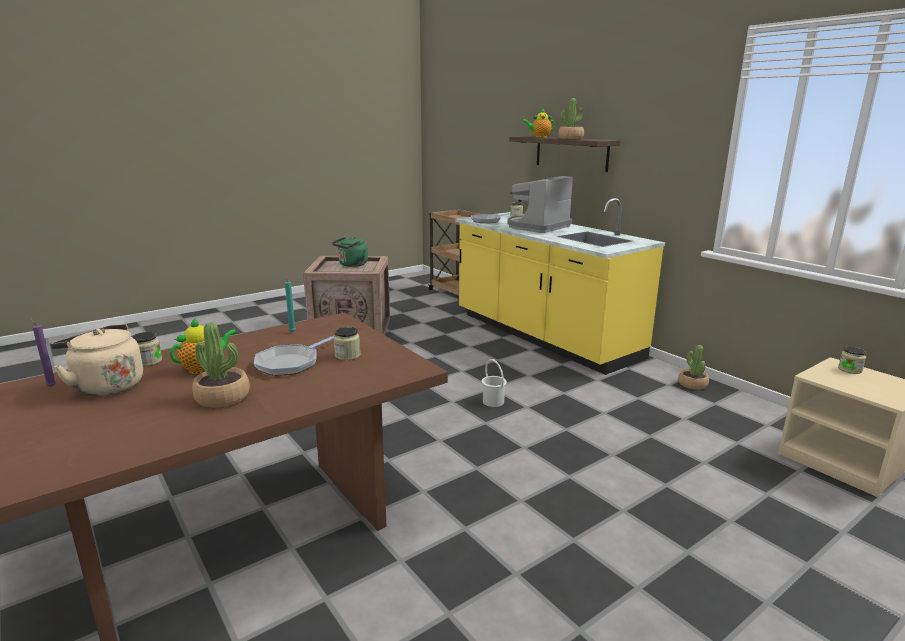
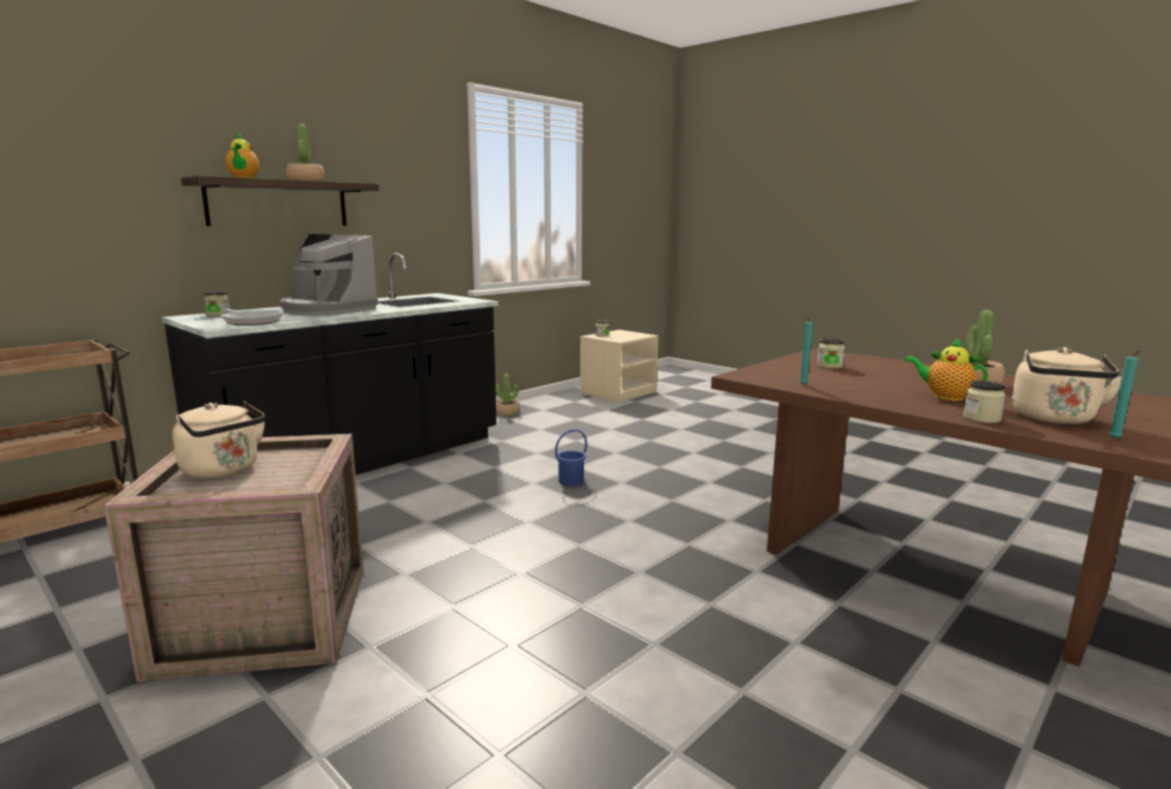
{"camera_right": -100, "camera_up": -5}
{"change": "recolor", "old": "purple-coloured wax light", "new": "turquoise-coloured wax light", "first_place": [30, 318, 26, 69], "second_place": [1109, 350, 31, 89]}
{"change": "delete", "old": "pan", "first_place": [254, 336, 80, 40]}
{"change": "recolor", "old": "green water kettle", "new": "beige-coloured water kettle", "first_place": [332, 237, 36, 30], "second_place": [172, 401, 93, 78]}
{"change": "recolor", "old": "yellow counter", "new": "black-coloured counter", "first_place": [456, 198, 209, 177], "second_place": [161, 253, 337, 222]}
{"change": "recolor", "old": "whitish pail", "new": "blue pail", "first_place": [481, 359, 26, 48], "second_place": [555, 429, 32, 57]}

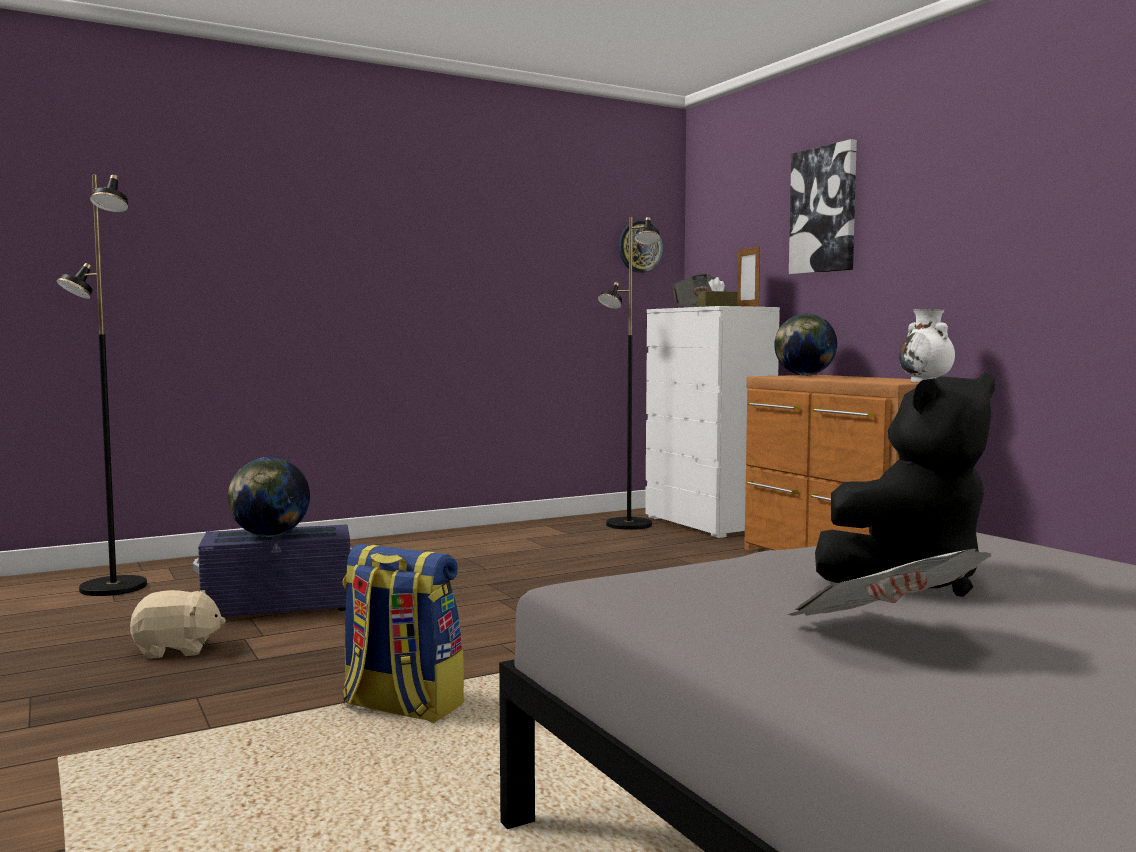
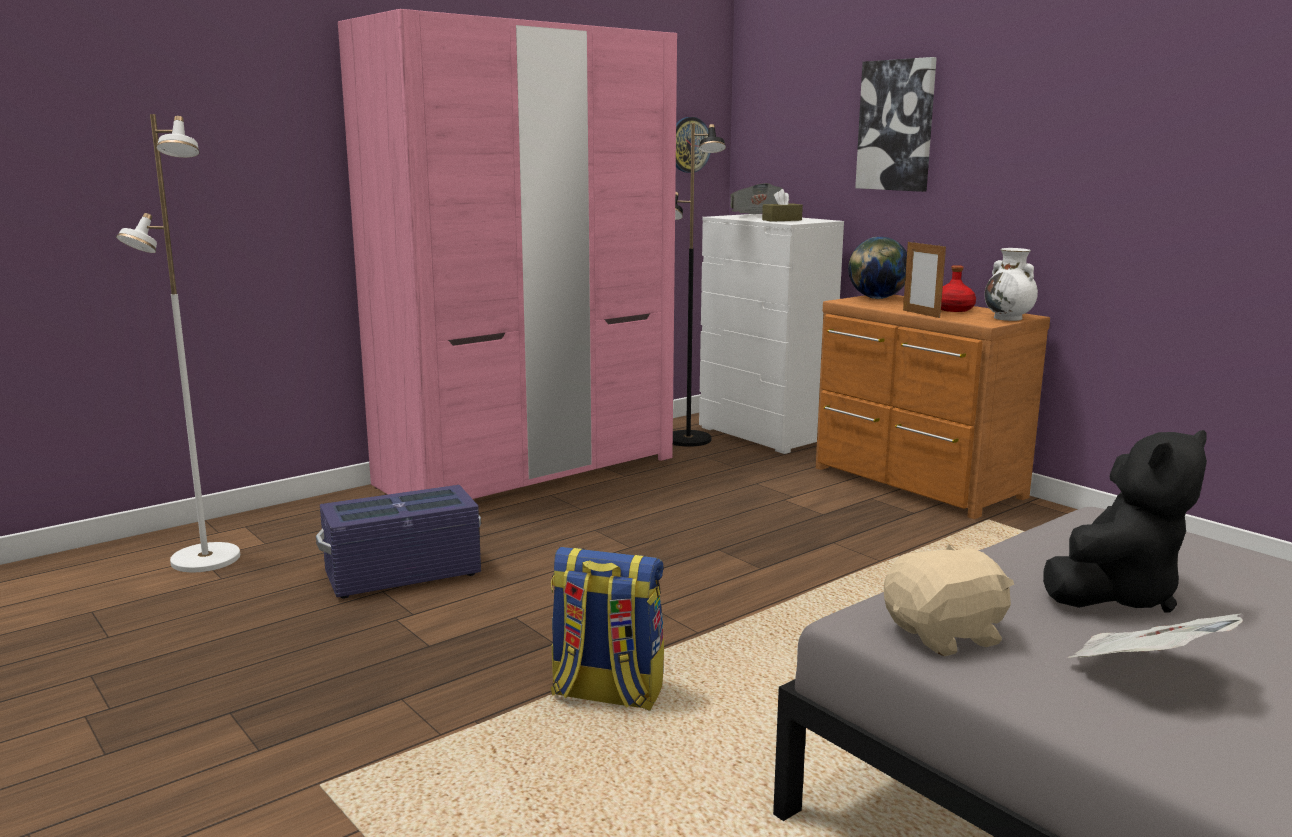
{"camera_right": -10, "camera_up": 10}
{"change": "recolor", "old": "black-coloured floor lamp", "new": "whitish floor lamp", "first_place": [56, 175, 91, 421], "second_place": [116, 114, 124, 458]}
{"change": "move", "old": "beige-coloured cuddly toy", "first_place": [130, 590, 96, 69], "second_place": [884, 543, 130, 114]}
{"change": "delete", "old": "desk globe", "first_place": [228, 457, 82, 80]}
{"change": "move", "old": "photo frame", "first_place": [737, 245, 23, 62], "second_place": [903, 240, 43, 78]}
{"change": "insert", "new": "pink wardrobe", "second_place": [338, 9, 339, 490]}
{"change": "insert", "new": "reddish beverage bottle", "second_place": [941, 265, 35, 47]}

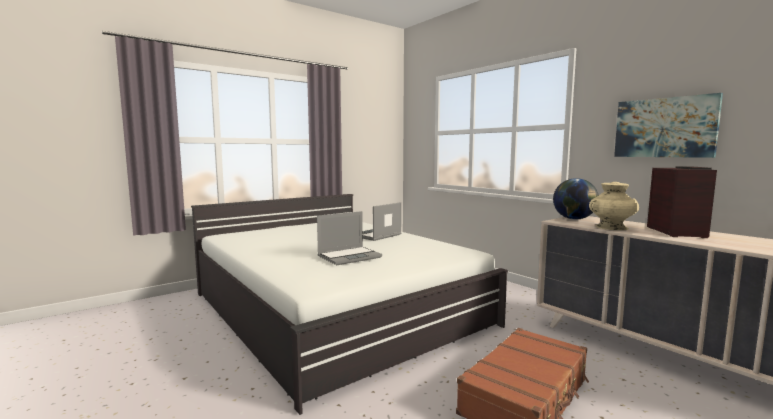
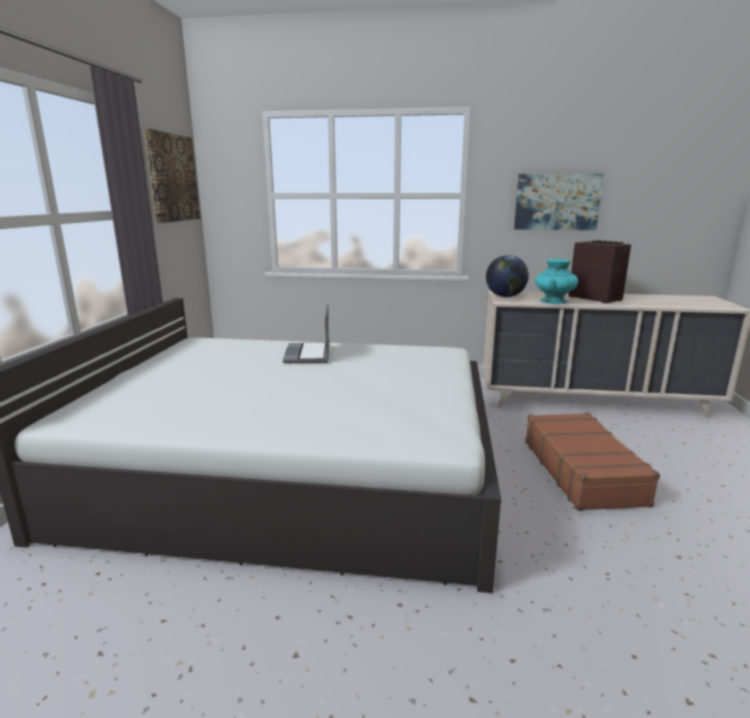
{"camera_right": -45, "camera_up": 10}
{"change": "delete", "old": "notebook computer", "first_place": [317, 211, 65, 54]}
{"change": "recolor", "old": "beige-coloured vase", "new": "turquoise-coloured vase", "first_place": [589, 182, 50, 48], "second_place": [535, 258, 43, 46]}
{"change": "insert", "new": "wall picture", "second_place": [144, 129, 56, 94]}

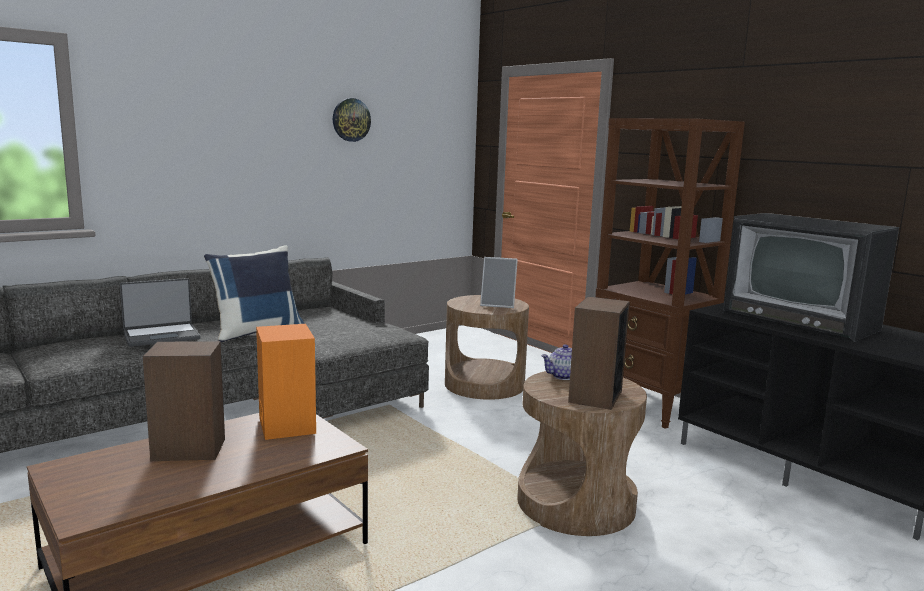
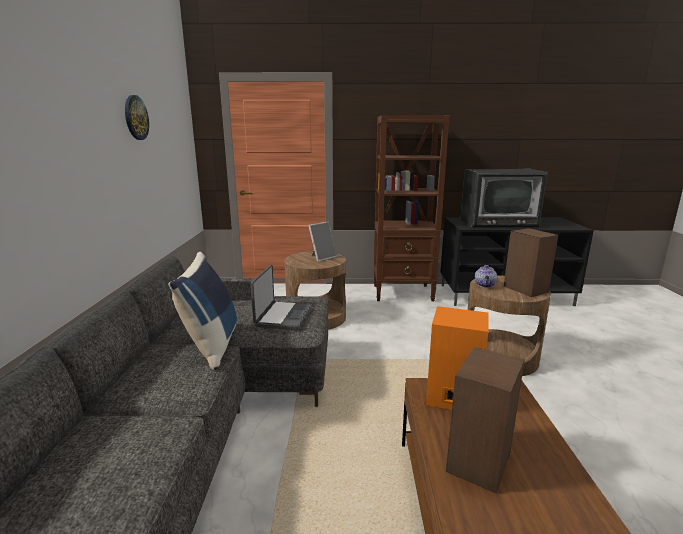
{"camera_right": -50, "camera_up": 5}
{"change": "move", "old": "notebook computer", "first_place": [120, 278, 80, 69], "second_place": [251, 265, 61, 65]}

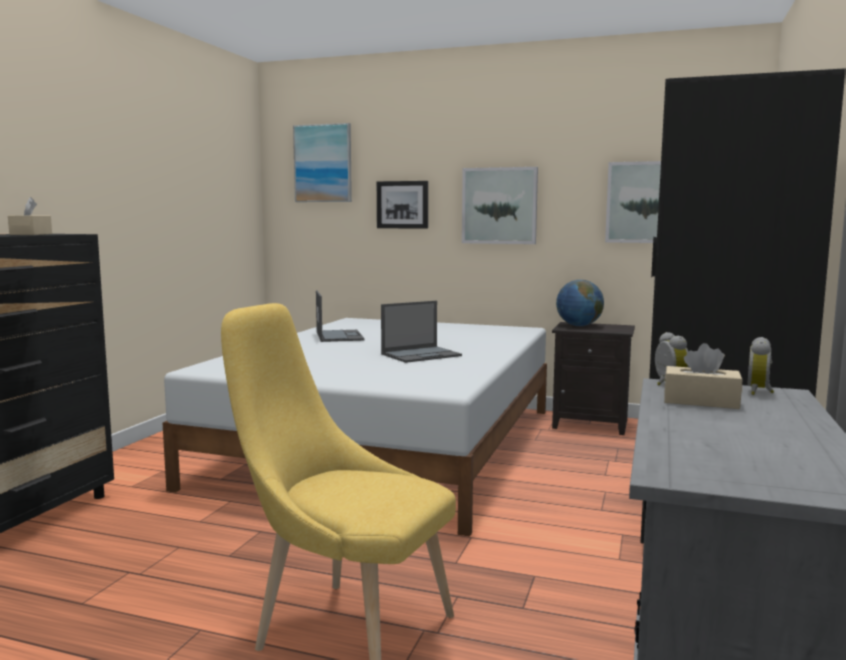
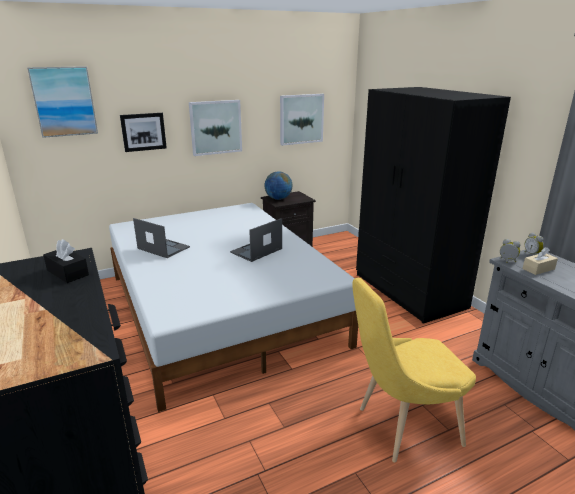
{"camera_right": -45, "camera_up": 15}
{"change": "recolor", "old": "beige-coloured tissue holder", "new": "black-coloured tissue holder", "first_place": [8, 197, 44, 38], "second_place": [43, 239, 46, 44]}
{"change": "rotate", "old": "notebook computer", "first_place": [381, 301, 81, 62], "second_place": [230, 218, 52, 44], "degrees": -150}

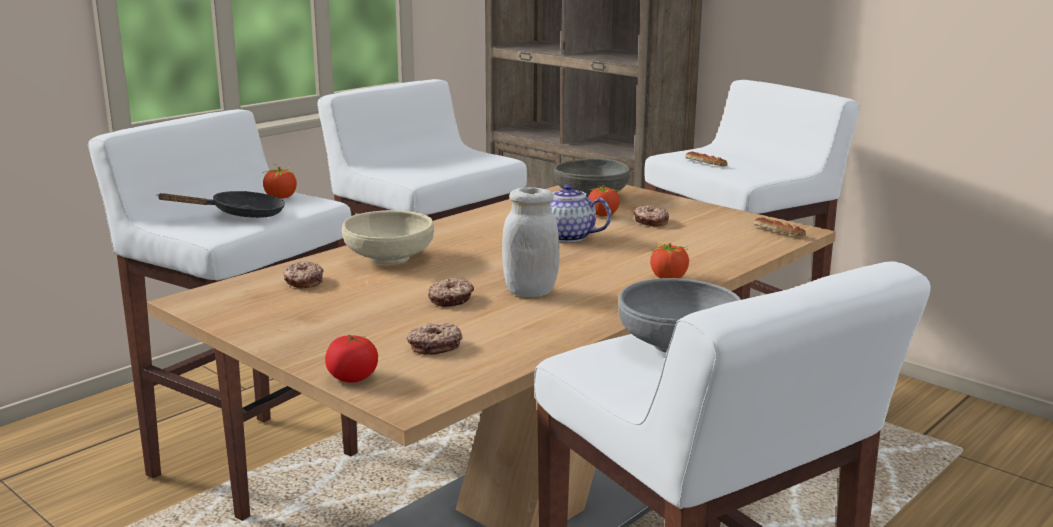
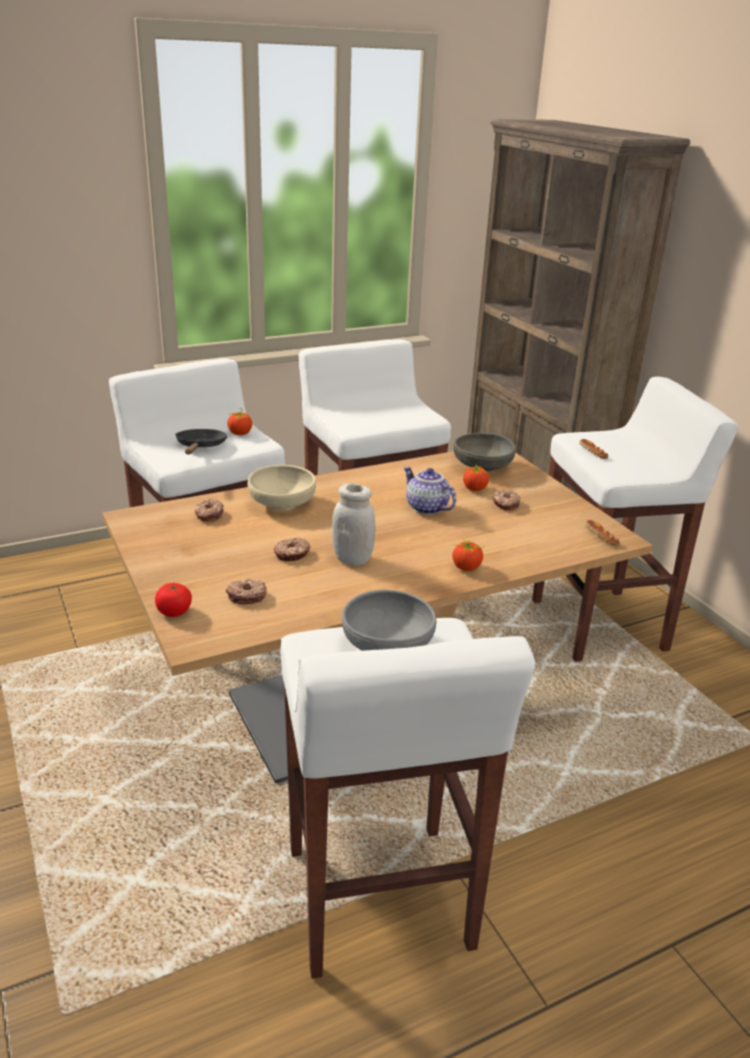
{"camera_right": 20, "camera_up": 10}
{"change": "rotate", "old": "black-coloured pan", "first_place": [156, 191, 129, 27], "second_place": [175, 429, 52, 25], "degrees": -90}

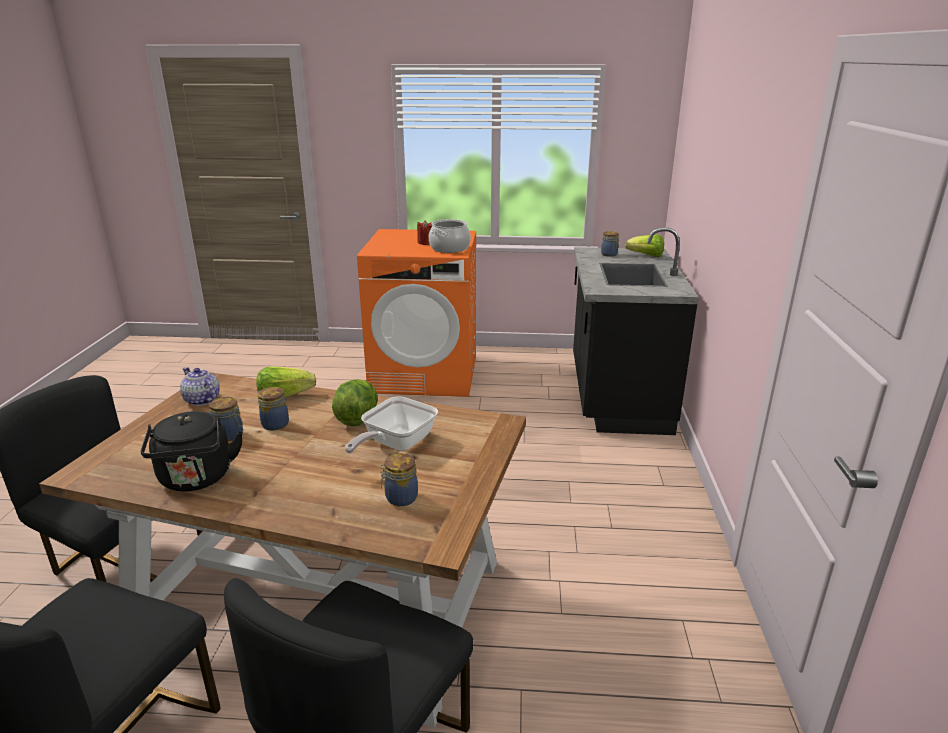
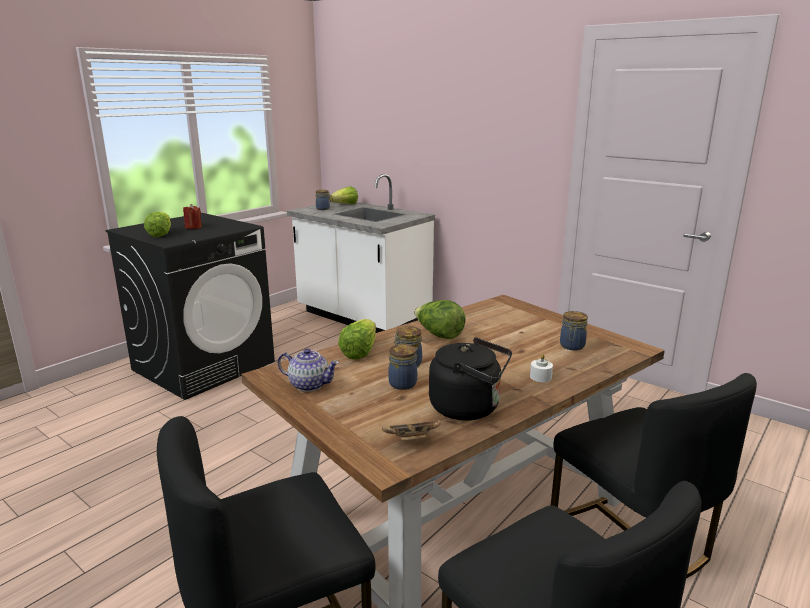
{"camera_right": -55, "camera_up": -5}
{"change": "rotate", "old": "teapot", "first_place": [180, 367, 40, 39], "second_place": [278, 348, 61, 44], "degrees": -150}
{"change": "delete", "old": "pan", "first_place": [345, 397, 93, 56]}
{"change": "recolor", "old": "orangey washing machine", "new": "black-coloured washing machine", "first_place": [357, 229, 119, 168], "second_place": [105, 213, 170, 187]}
{"change": "delete", "old": "cooking pot", "first_place": [429, 219, 42, 34]}
{"change": "recolor", "old": "black-coloured counter", "new": "whitish counter", "first_place": [573, 227, 126, 208], "second_place": [287, 174, 148, 159]}
{"change": "insert", "new": "head of lettuce", "second_place": [144, 212, 27, 25]}
{"change": "insert", "new": "bowl", "second_place": [382, 420, 59, 21]}
{"change": "insert", "new": "whitish wax light", "second_place": [530, 354, 23, 28]}

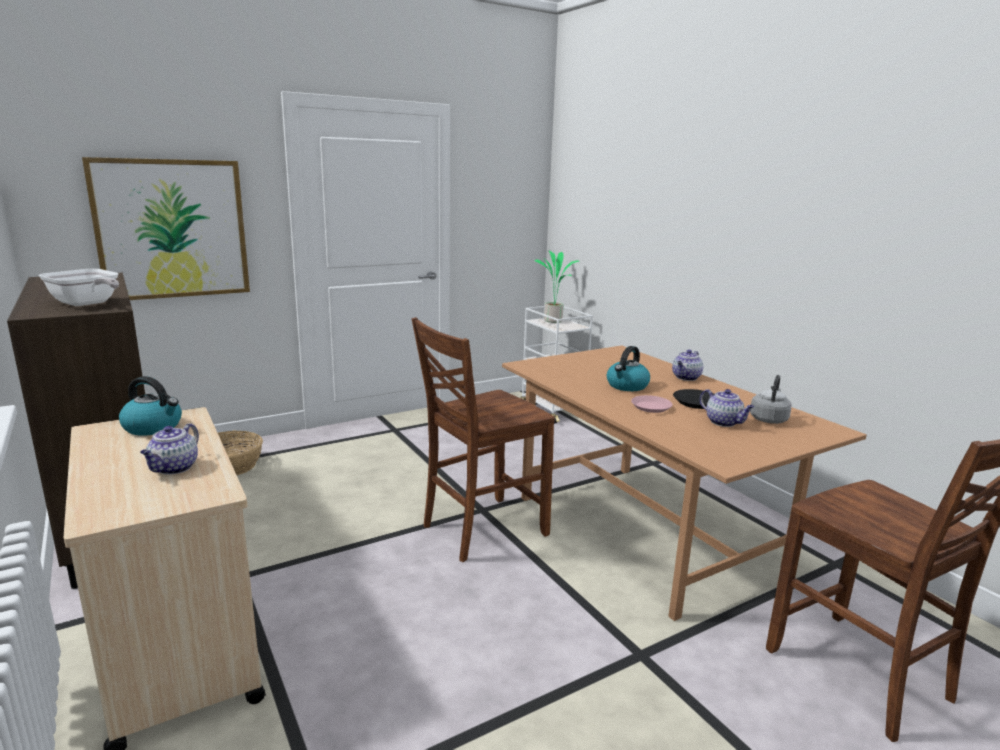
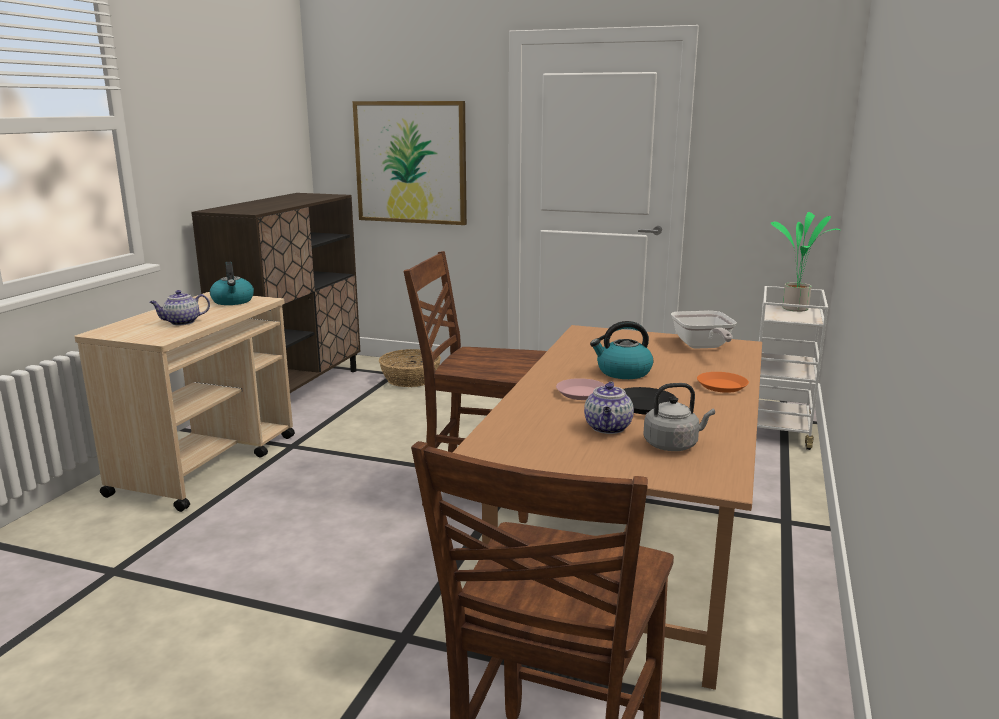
{"camera_right": 50, "camera_up": 0}
{"change": "move", "old": "pan", "first_place": [39, 269, 80, 37], "second_place": [671, 311, 66, 38]}
{"change": "replace", "old": "teapot", "new": "orangey flat dish", "first_place": [672, 350, 31, 31], "second_place": [697, 372, 52, 21]}

